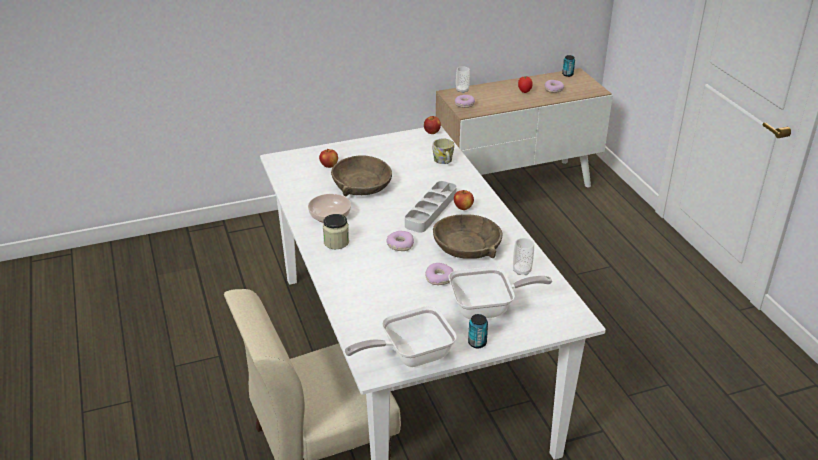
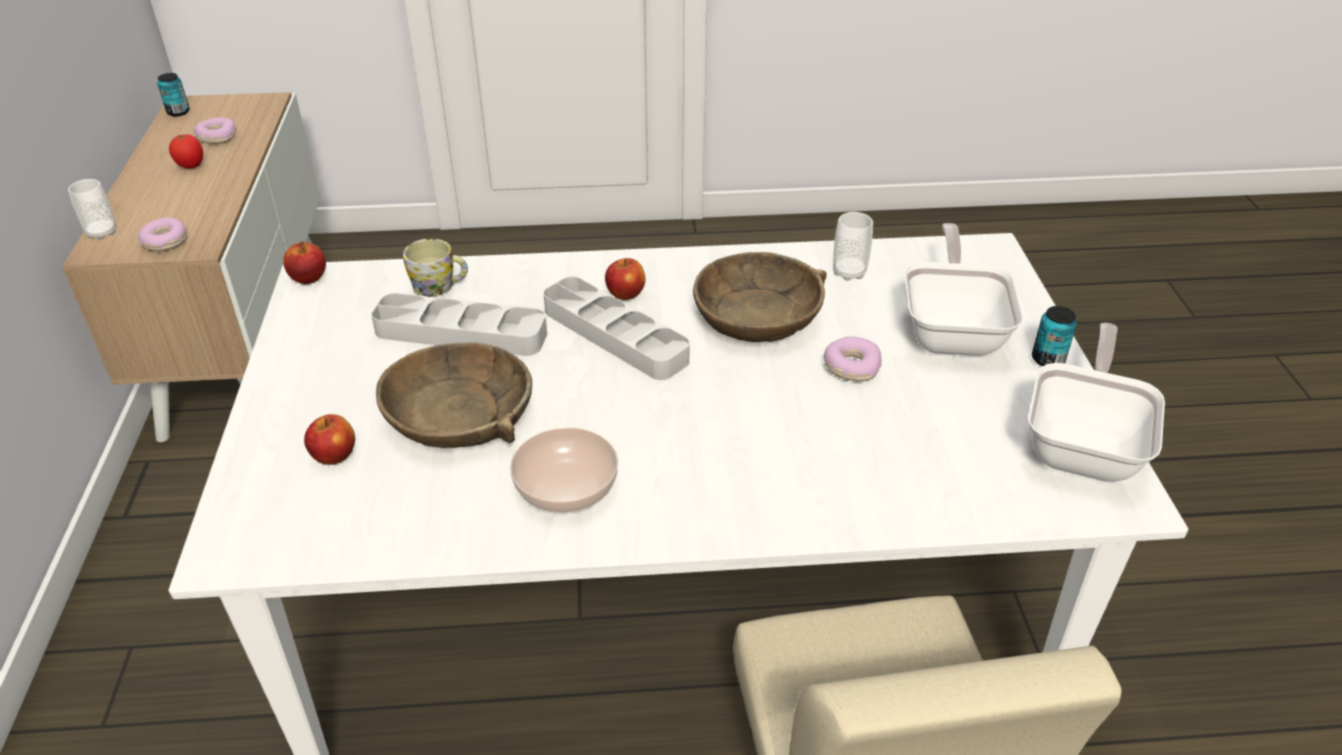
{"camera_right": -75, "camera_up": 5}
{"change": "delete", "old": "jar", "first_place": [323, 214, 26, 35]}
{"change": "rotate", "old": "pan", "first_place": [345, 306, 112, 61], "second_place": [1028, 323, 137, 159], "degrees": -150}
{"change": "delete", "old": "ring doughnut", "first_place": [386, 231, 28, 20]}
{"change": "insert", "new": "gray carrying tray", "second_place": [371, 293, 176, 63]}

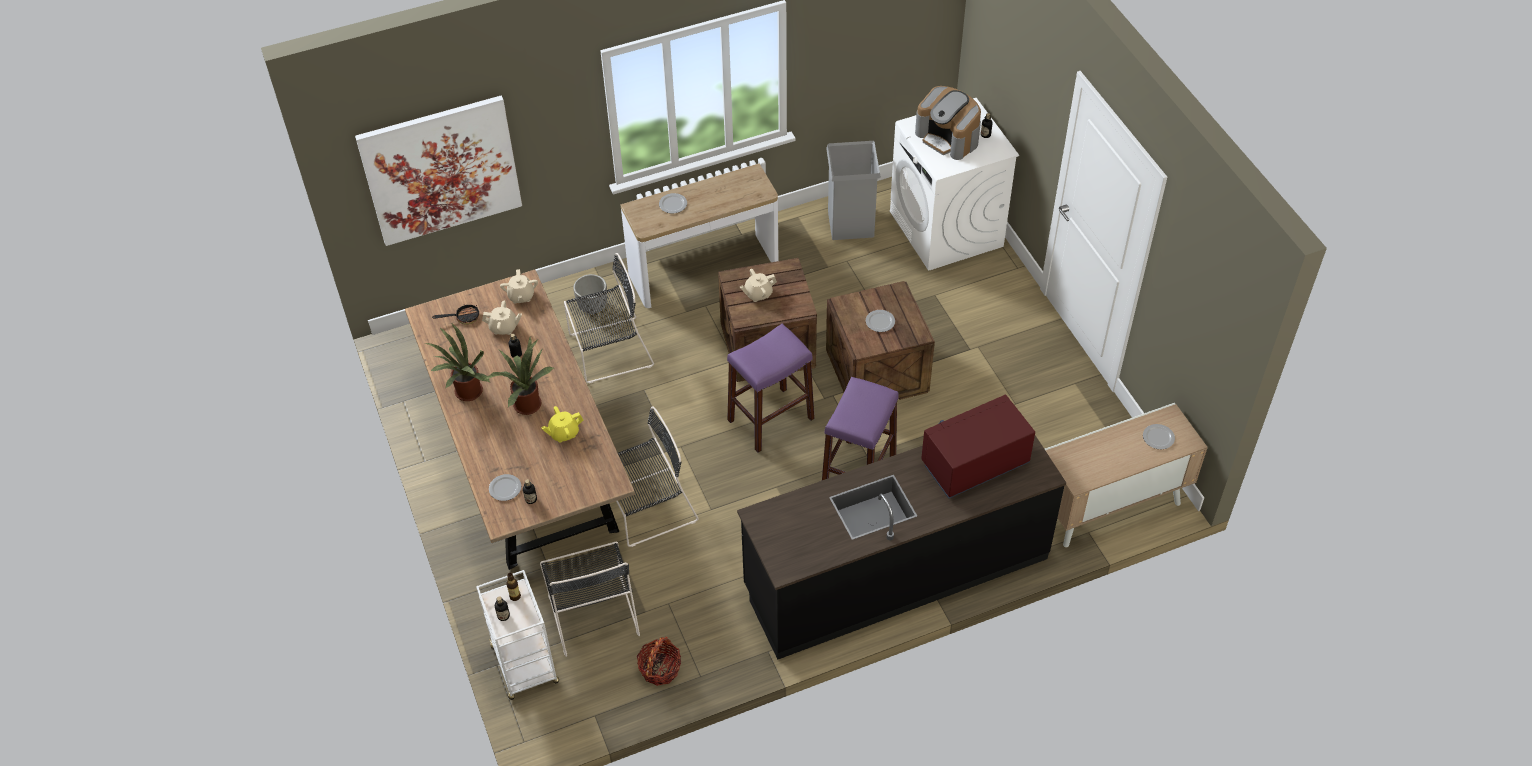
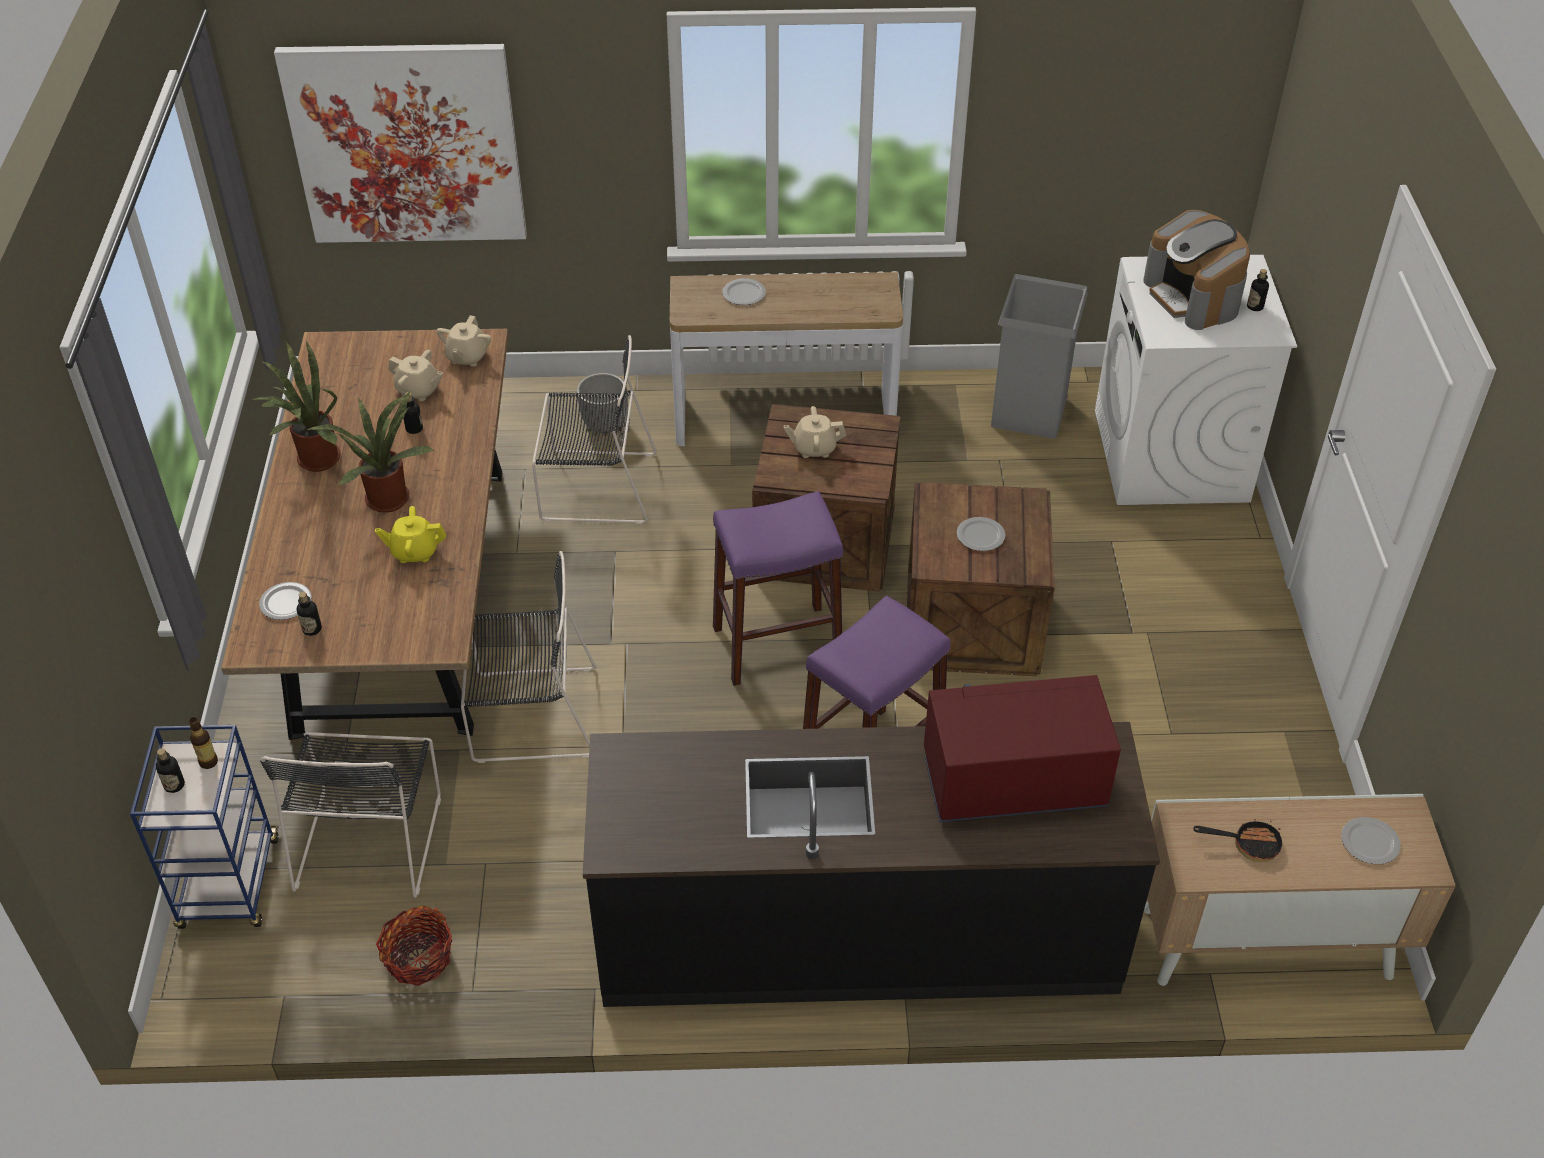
{"camera_right": 20, "camera_up": -5}
{"change": "move", "old": "pan", "first_place": [432, 304, 47, 21], "second_place": [1193, 819, 89, 43]}
{"change": "recolor", "old": "whitish wheeled cart", "new": "blue wheeled cart", "first_place": [476, 570, 83, 130], "second_place": [130, 725, 149, 204]}

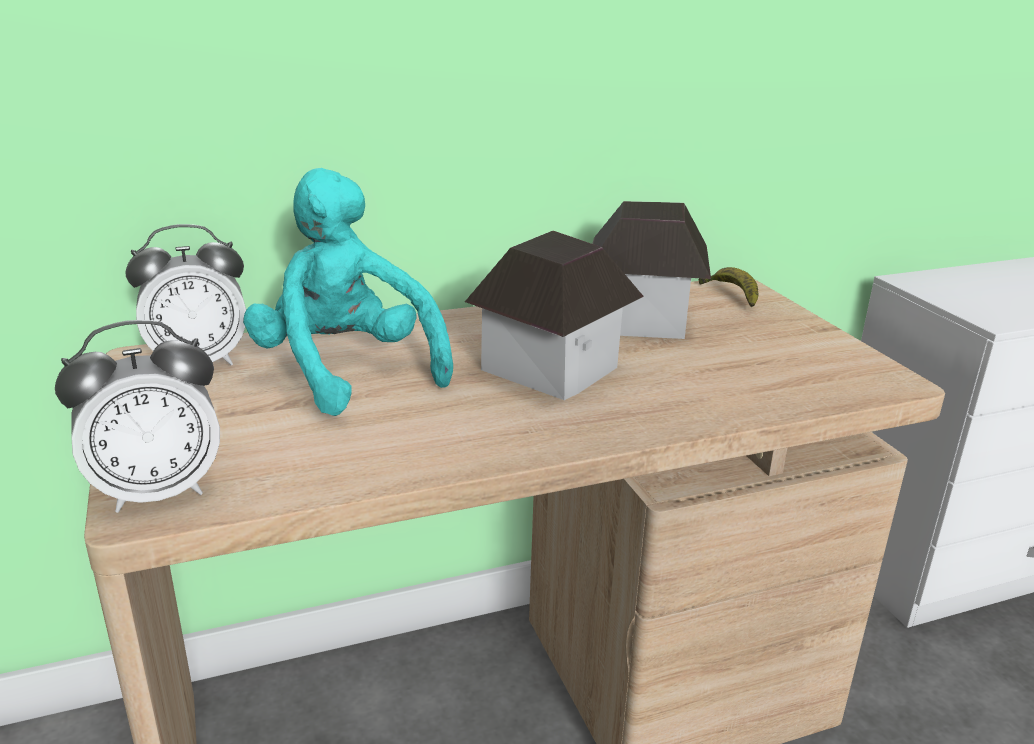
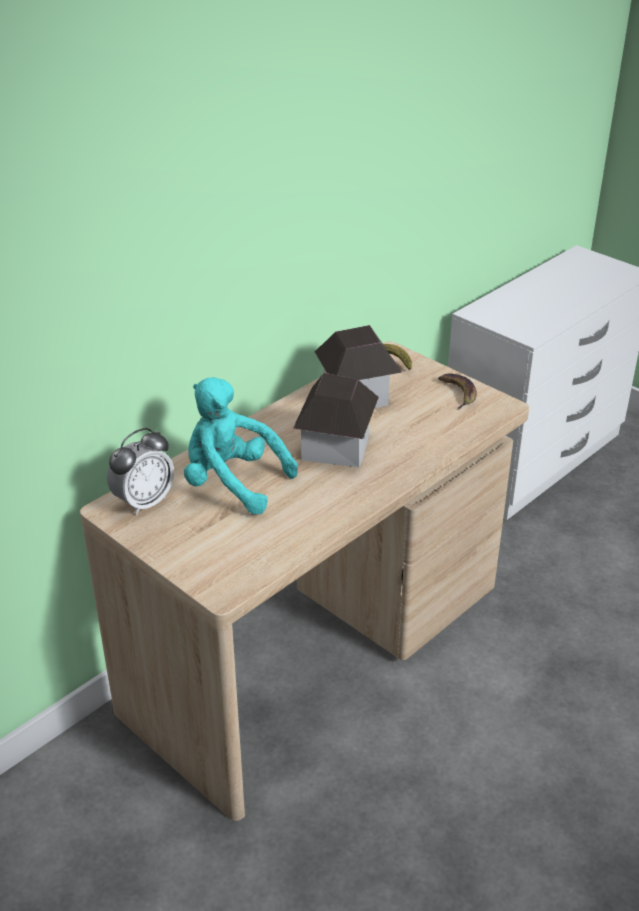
{"camera_right": -25, "camera_up": 10}
{"change": "delete", "old": "bedside clock", "first_place": [55, 320, 165, 193]}
{"change": "insert", "new": "whole banana", "second_place": [438, 373, 39, 37]}

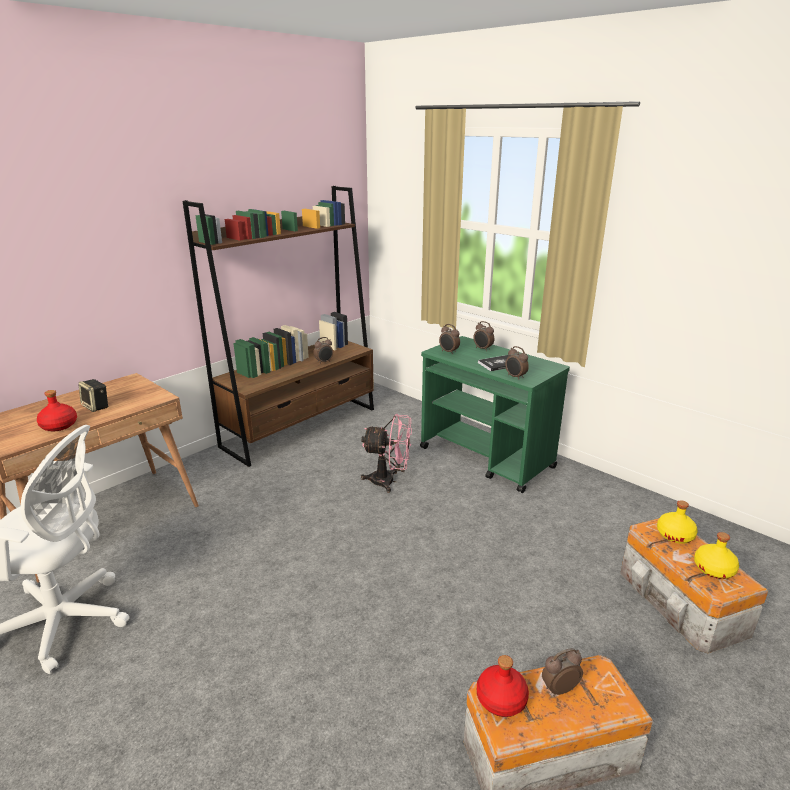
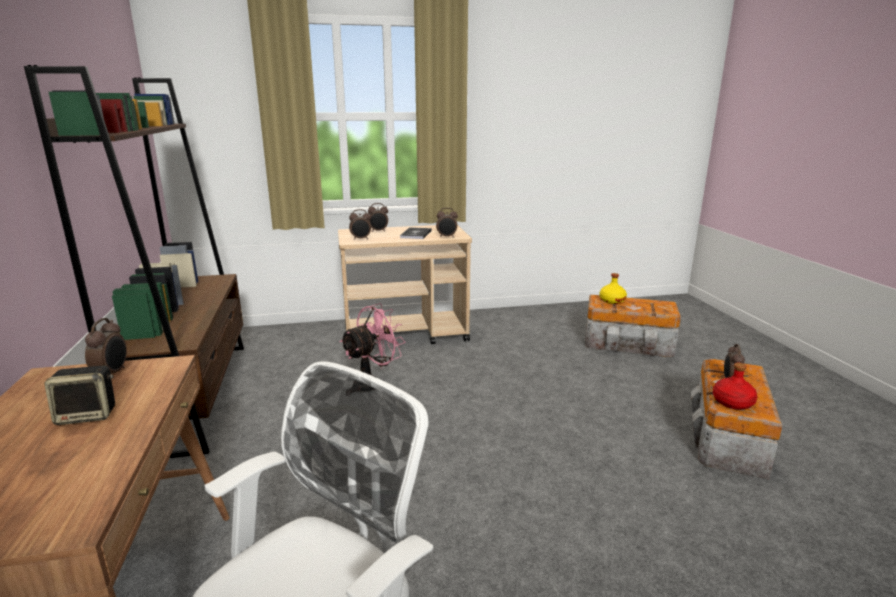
{"camera_right": -55, "camera_up": -5}
{"change": "delete", "old": "reddish beverage bottle", "first_place": [37, 390, 40, 41]}
{"change": "move", "old": "bedside clock", "first_place": [313, 337, 20, 26], "second_place": [85, 318, 42, 56]}
{"change": "recolor", "old": "green wheeled cart", "new": "beige-coloured wheeled cart", "first_place": [420, 336, 150, 157], "second_place": [338, 225, 134, 119]}
{"change": "delete", "old": "yellow beverage bottle", "first_place": [694, 532, 45, 47]}

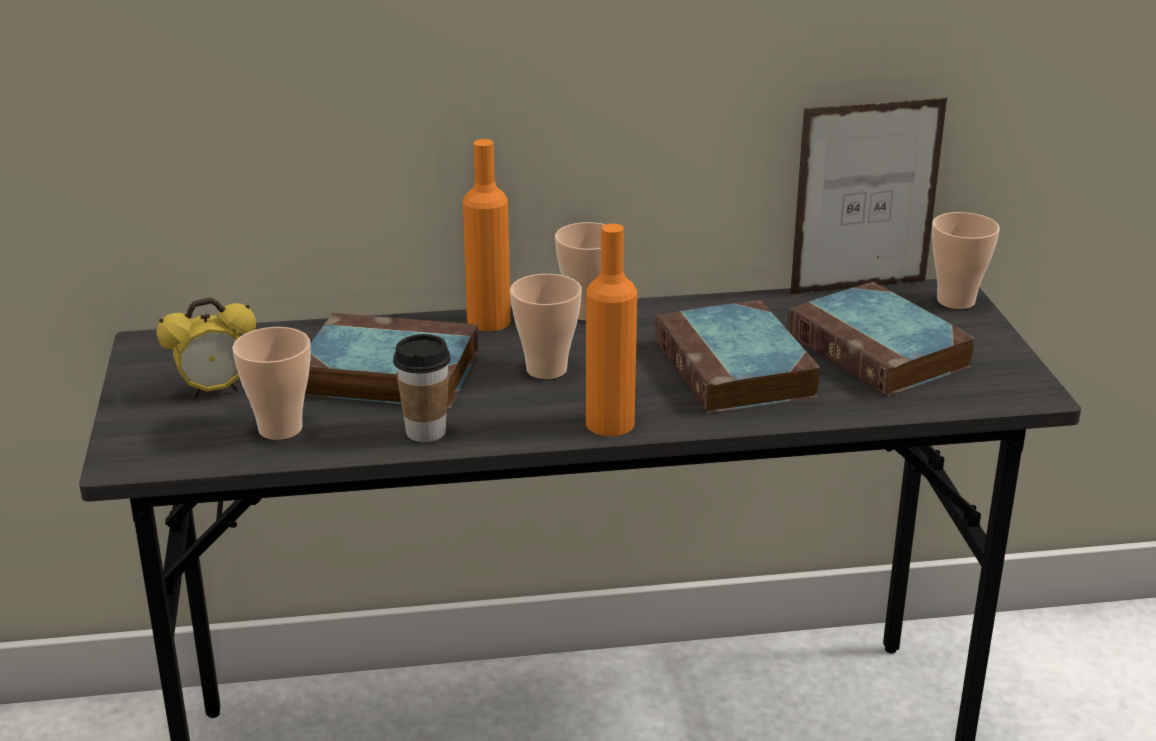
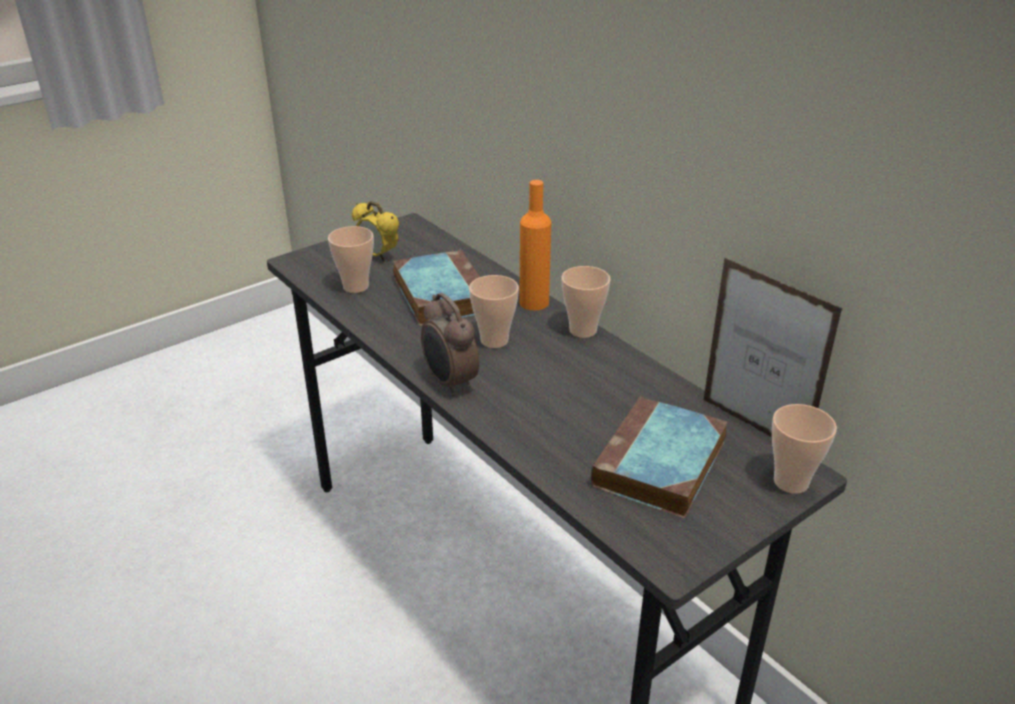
{"camera_right": 60, "camera_up": 5}
{"change": "delete", "old": "drinking cup", "first_place": [393, 334, 58, 108]}
{"change": "replace", "old": "orangey beverage bottle", "new": "bedside clock", "first_place": [586, 224, 51, 212], "second_place": [421, 293, 58, 103]}
{"change": "delete", "old": "volume", "first_place": [655, 300, 165, 114]}

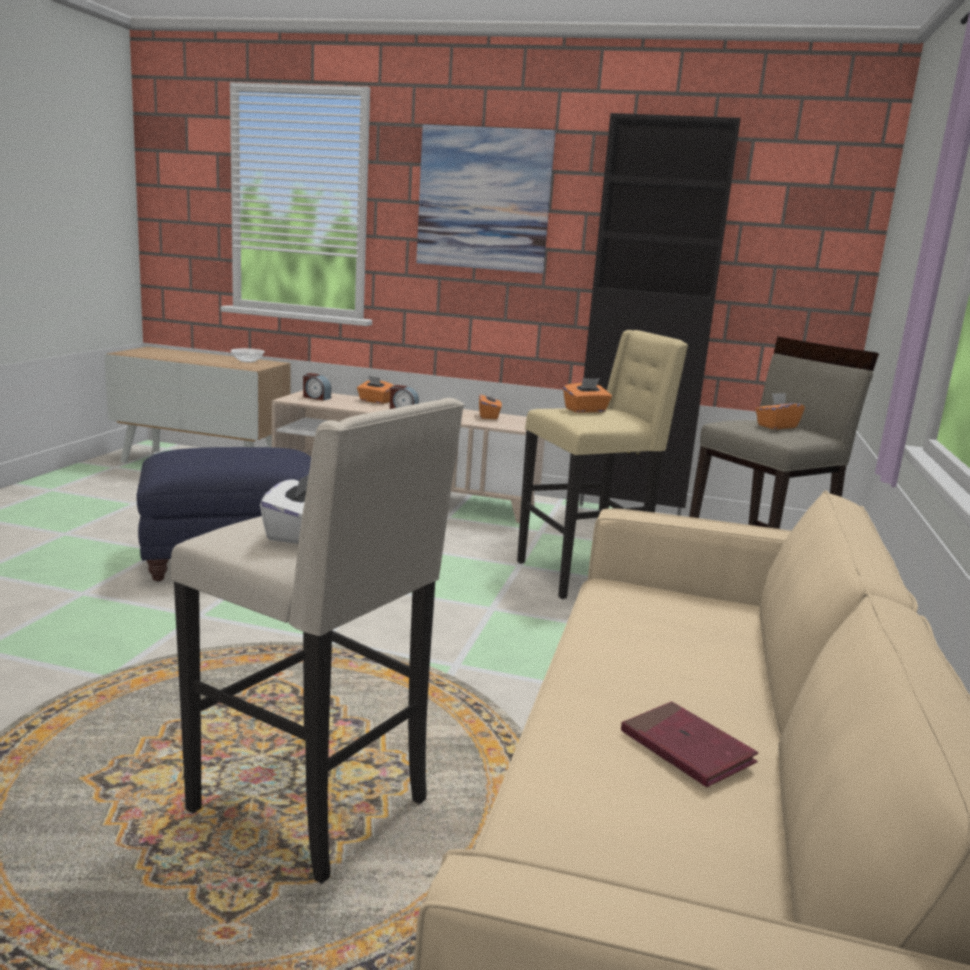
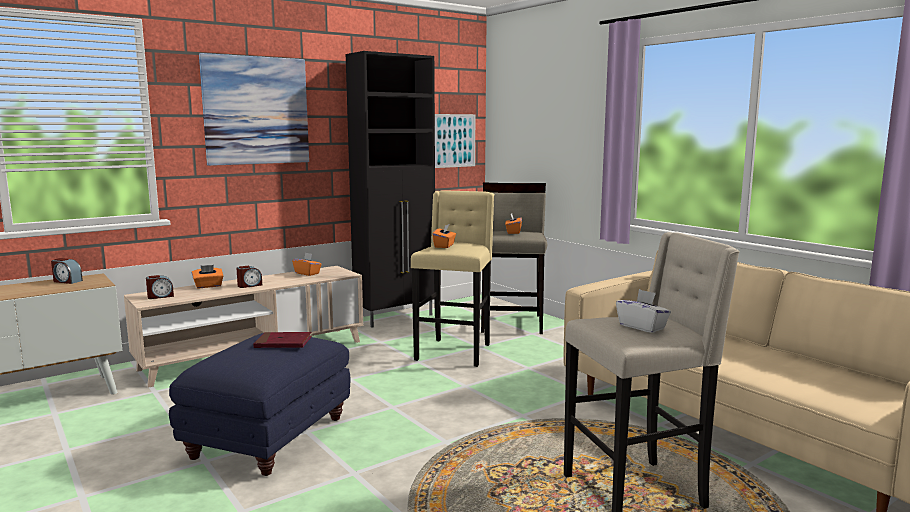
{"camera_right": -50, "camera_up": -5}
{"change": "replace", "old": "bowl", "new": "bedside clock", "first_place": [231, 348, 34, 15], "second_place": [51, 258, 32, 26]}
{"change": "move", "old": "reddish volume", "first_place": [621, 702, 137, 85], "second_place": [253, 332, 59, 16]}
{"change": "insert", "new": "wall picture", "second_place": [435, 114, 40, 54]}

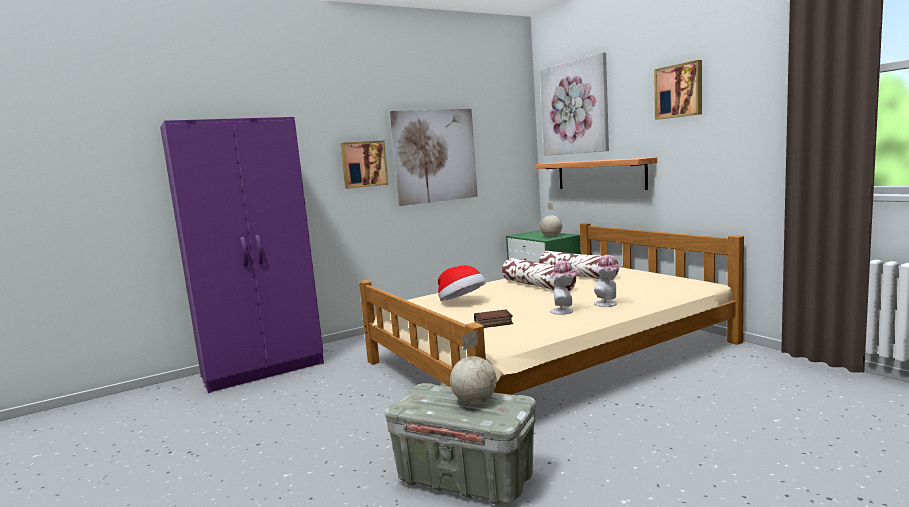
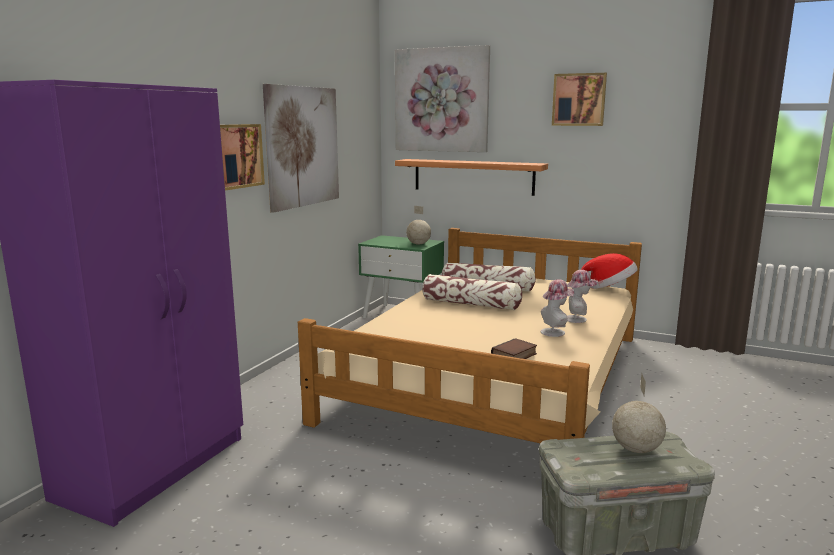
{"camera_right": -35, "camera_up": 5}
{"change": "move", "old": "hat", "first_place": [438, 265, 48, 36], "second_place": [581, 253, 57, 36]}

